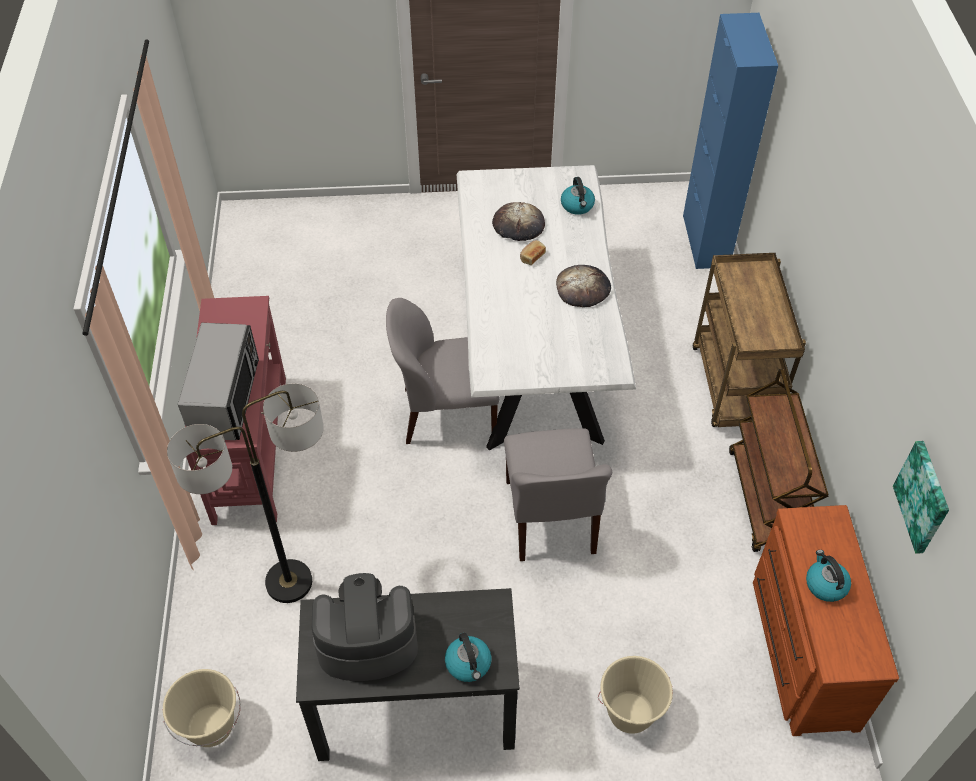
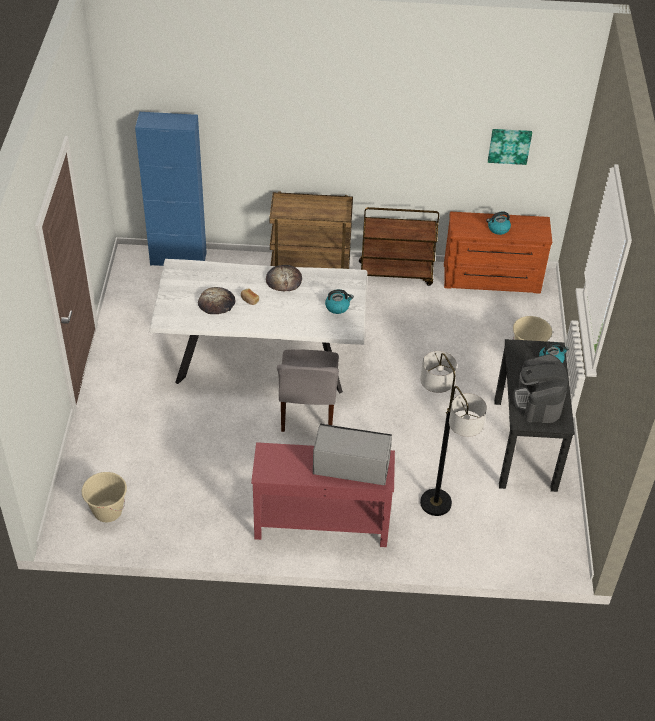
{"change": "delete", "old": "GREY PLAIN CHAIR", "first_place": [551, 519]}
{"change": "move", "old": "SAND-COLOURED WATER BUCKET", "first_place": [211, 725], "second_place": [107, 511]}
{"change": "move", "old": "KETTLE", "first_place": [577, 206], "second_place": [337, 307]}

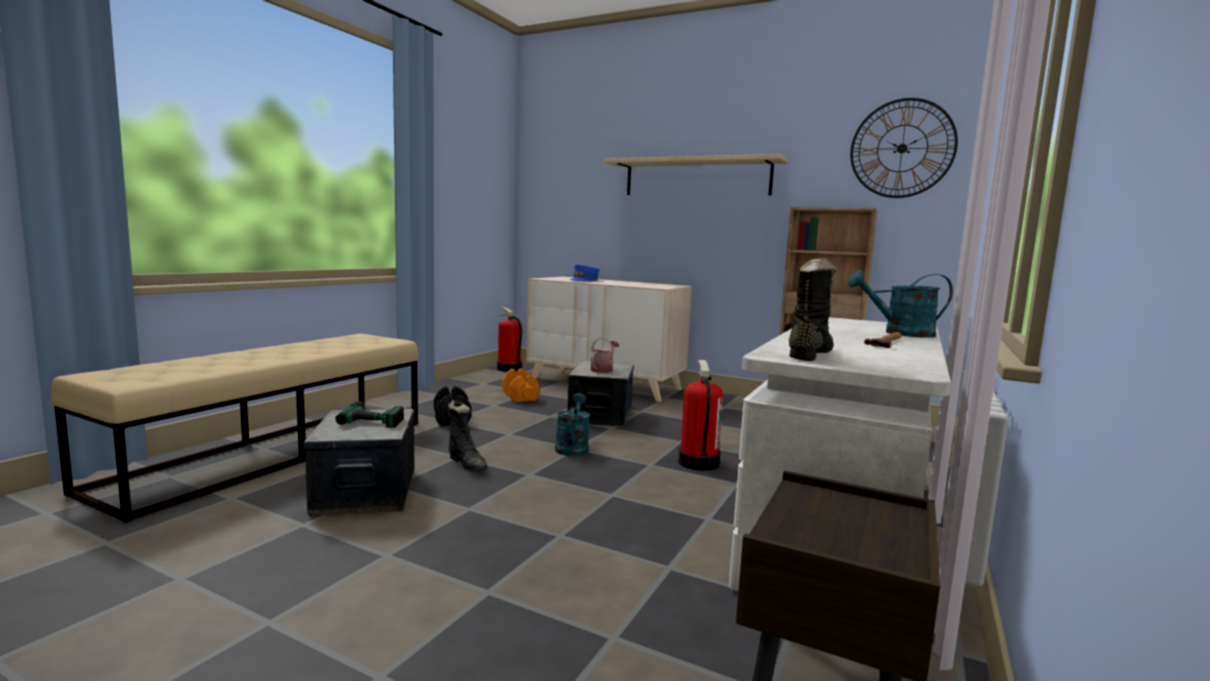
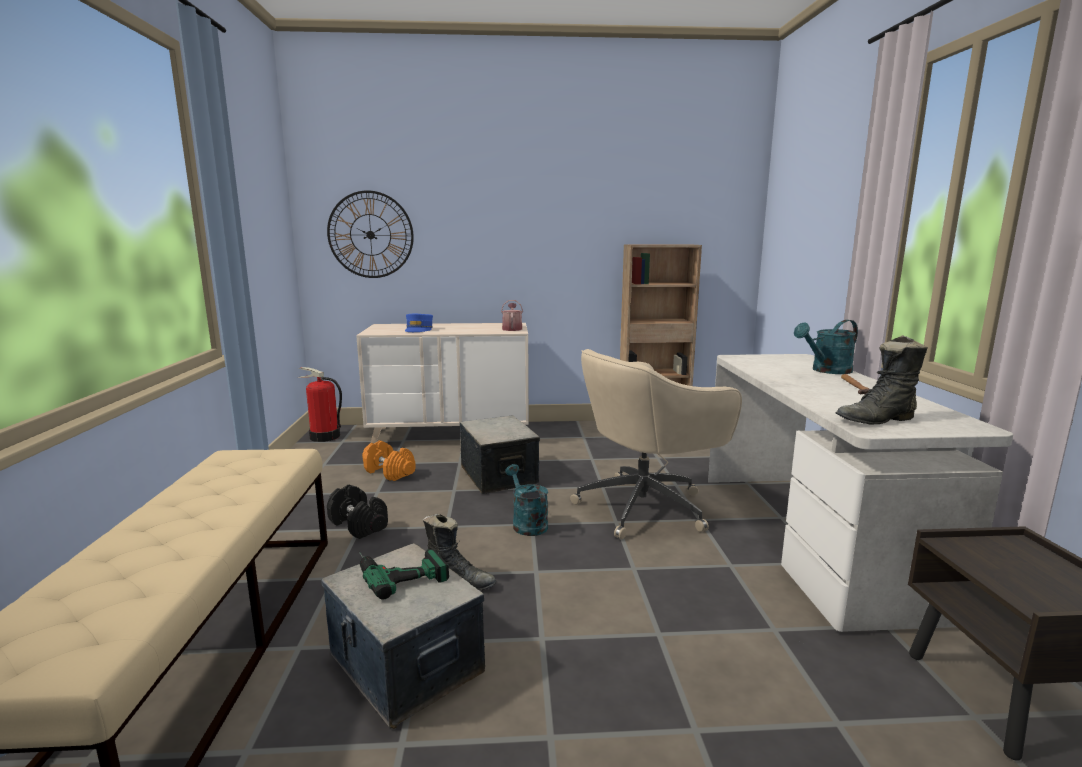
{"change": "delete", "old": "SAND-COLOURED SHELF", "first_place": [696, 178]}
{"change": "move", "old": "WATERING POT", "first_place": [603, 369], "second_place": [512, 328]}
{"change": "move", "old": "WALL CLOCK", "first_place": [902, 148], "second_place": [370, 235]}
{"change": "replace", "old": "FIRE EXTINGUISHER", "new": "SAND-COLOURED DESK CHAIR", "first_place": [697, 463], "second_place": [646, 507]}
{"change": "rotate", "old": "BLACK TALL BOOT", "first_place": [809, 354], "second_place": [877, 420], "degrees": -105}

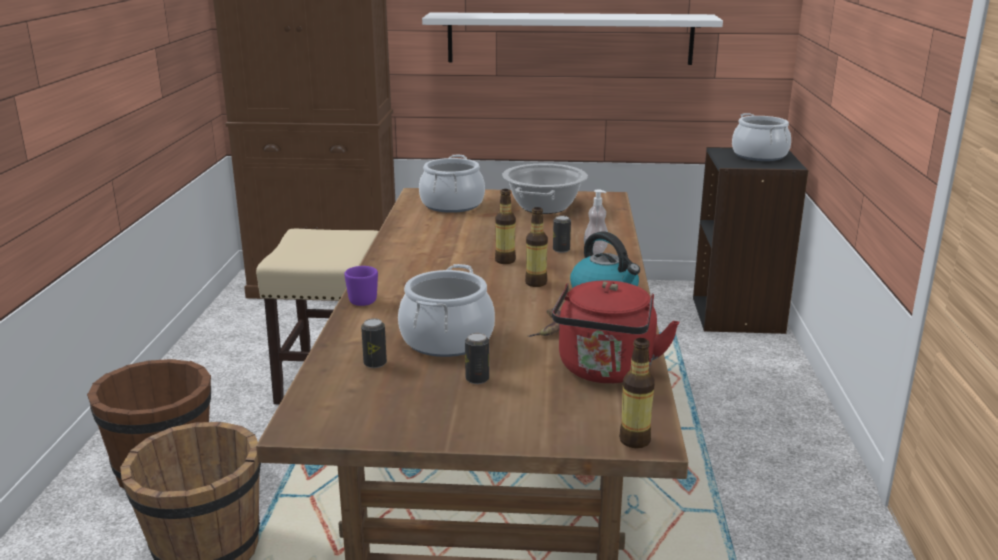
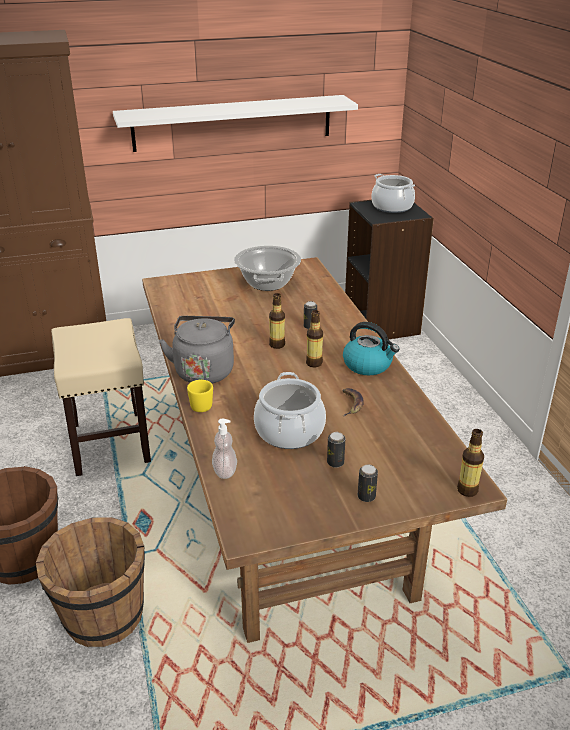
{"change": "delete", "old": "STOCKPOT", "first_place": [452, 205]}
{"change": "delete", "old": "RED KETTLE", "first_place": [605, 371]}
{"change": "insert", "new": "GREY KETTLE", "second_place": [204, 370]}
{"change": "move", "old": "SEALED CAN", "first_place": [375, 363], "second_place": [366, 496]}
{"change": "move", "old": "SOAP BOTTLE", "first_place": [595, 251], "second_place": [225, 471]}
{"change": "recolor", "old": "PURPLE TEA MUG", "new": "YELLOW TEA MUG", "first_place": [362, 299], "second_place": [199, 405]}

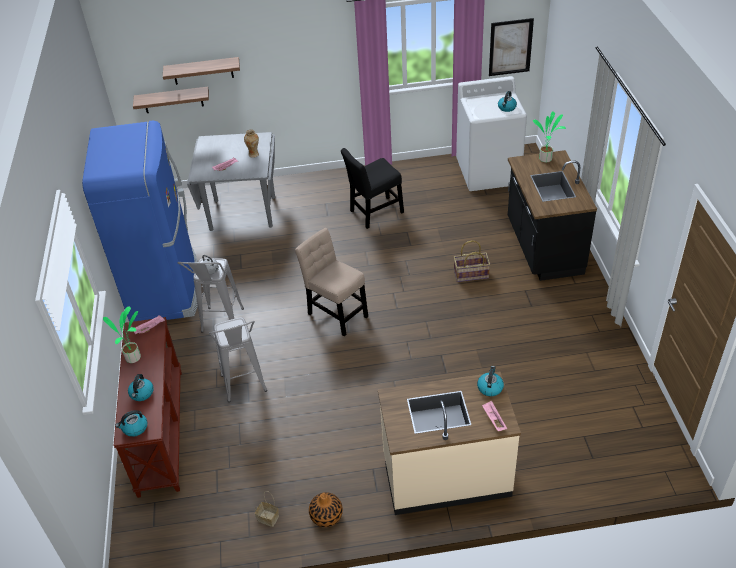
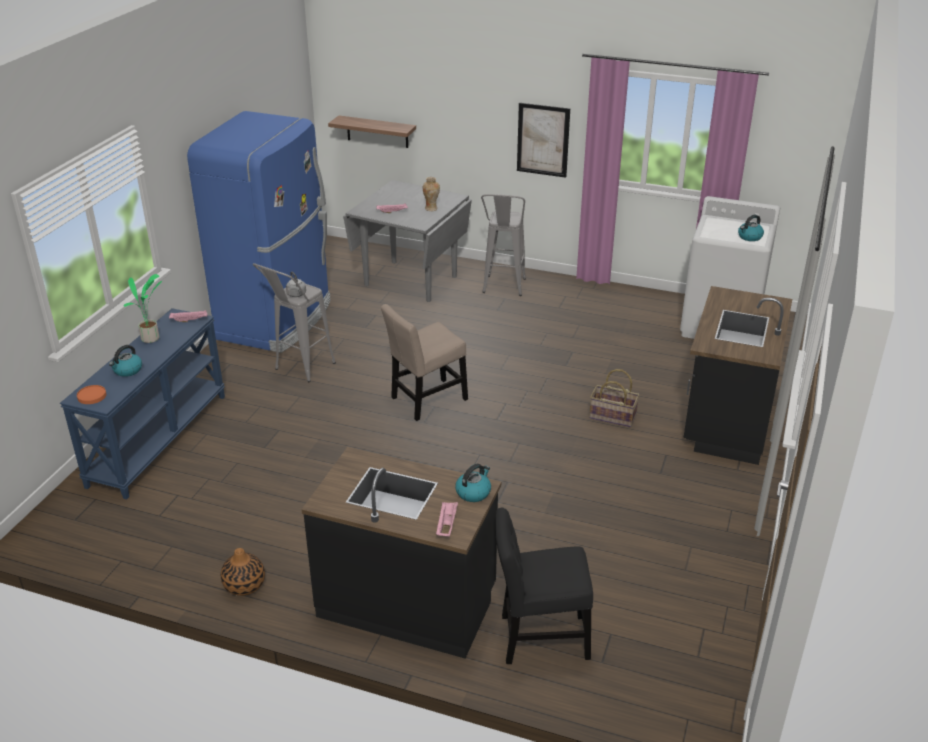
{"change": "delete", "old": "SHELF", "first_place": [203, 71]}
{"change": "delete", "old": "STORAGE BASKET", "first_place": [267, 518]}
{"change": "delete", "old": "HOUSEPLANT", "first_place": [546, 159]}
{"change": "move", "old": "GREY SITTING STOOL", "first_place": [245, 389], "second_place": [503, 290]}
{"change": "move", "old": "BLACK PLAIN CHAIR", "first_place": [374, 213], "second_place": [539, 638]}
{"change": "move", "old": "WALL PICTURE", "first_place": [510, 47], "second_place": [543, 140]}
{"change": "replace", "old": "KETTLE", "new": "ORANGE-COLOURED PLATE", "first_place": [135, 428], "second_place": [92, 396]}
{"change": "recolor", "old": "BROWN NARROW TABLE", "new": "BLUISH NARROW TABLE", "first_place": [159, 430], "second_place": [158, 439]}
{"change": "recolor", "old": "SAND-COLOURED KITCHEN BASE UNIT", "new": "BLACK KITCHEN BASE UNIT", "first_place": [446, 475], "second_place": [407, 602]}
{"change": "rotate", "old": "SAND-COLOURED PLAIN CHAIR", "first_place": [336, 313], "second_place": [426, 400], "degrees": -105}

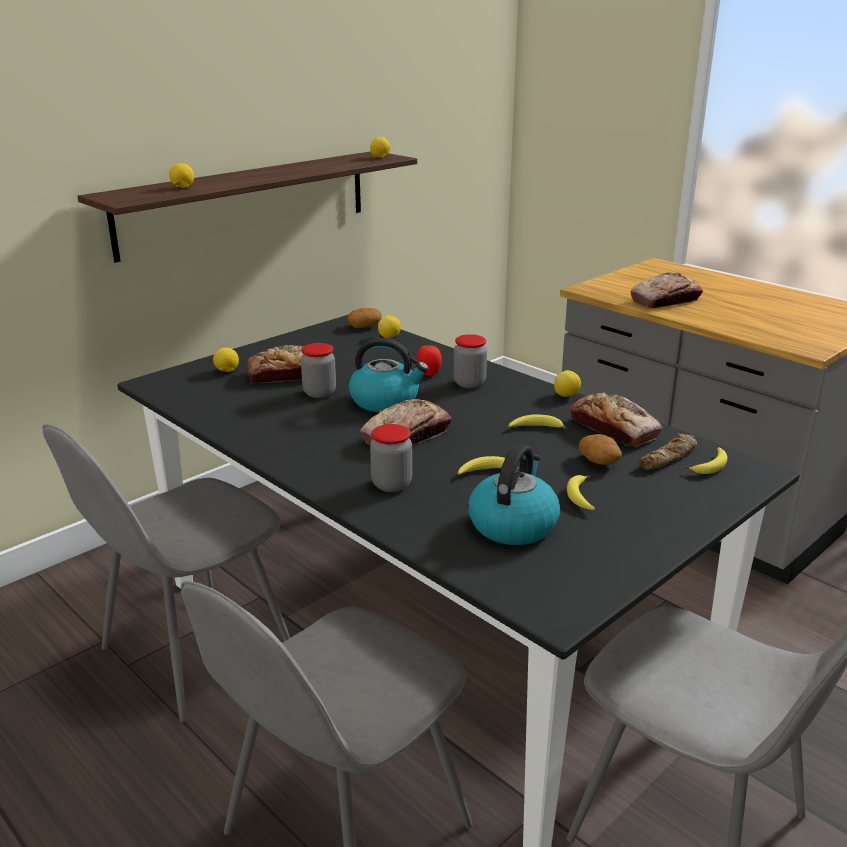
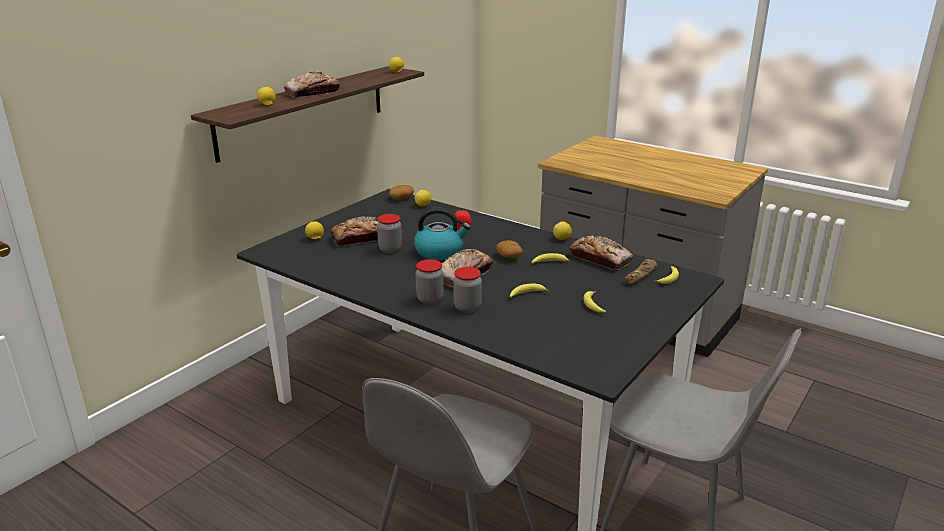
{"change": "delete", "old": "GREY PLAIN CHAIR", "first_place": [193, 653]}
{"change": "delete", "old": "KETTLE", "first_place": [513, 524]}
{"change": "move", "old": "JAR", "first_place": [469, 383], "second_place": [430, 299]}
{"change": "move", "old": "WHOLE POTATO", "first_place": [599, 461], "second_place": [509, 257]}
{"change": "move", "old": "BREAD", "first_place": [665, 300], "second_place": [312, 93]}

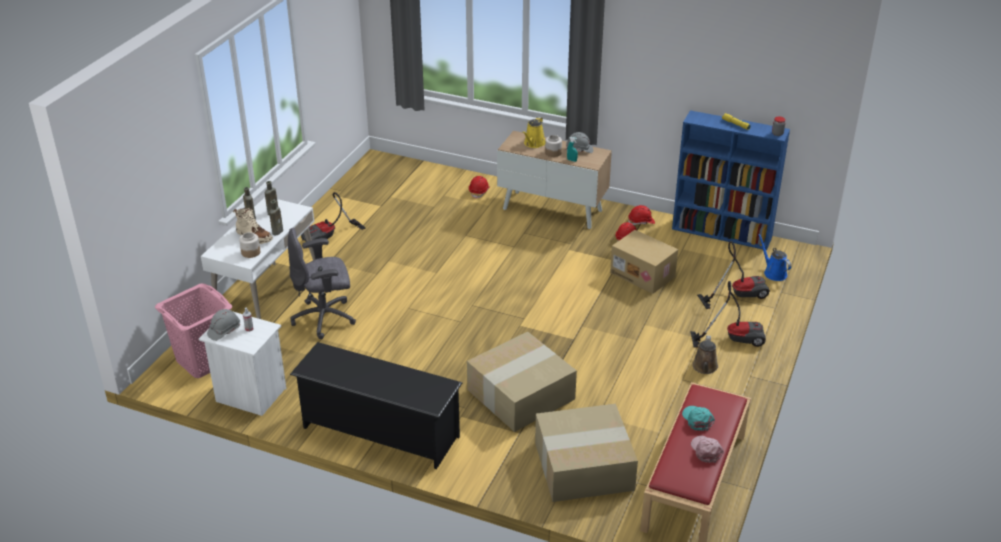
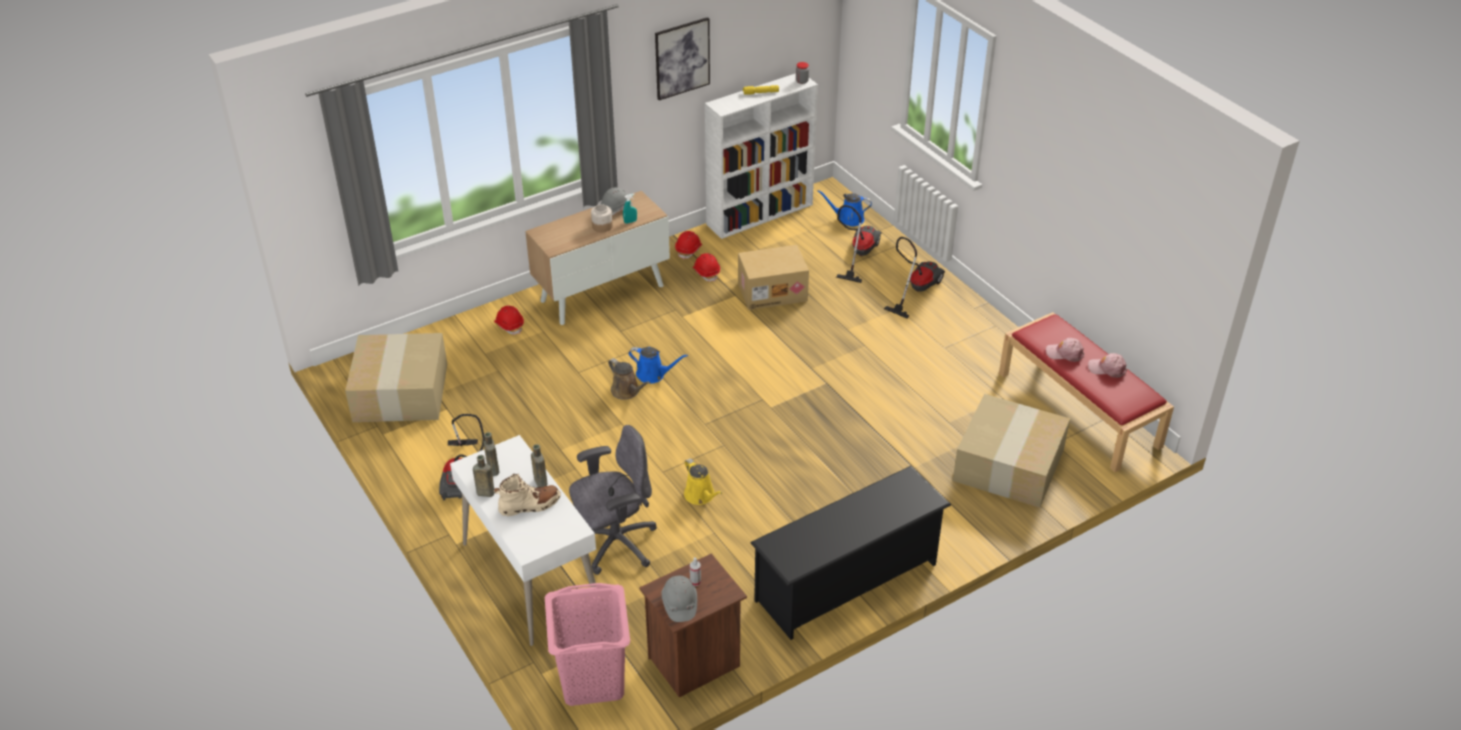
{"change": "delete", "old": "JAR", "first_place": [250, 252]}
{"change": "insert", "new": "BLUISH WATERING POT", "second_place": [653, 375]}
{"change": "insert", "new": "WALL PICTURE", "second_place": [682, 58]}
{"change": "move", "old": "CARTON", "first_place": [521, 393], "second_place": [399, 391]}
{"change": "move", "old": "YELLOW WATERING POT", "first_place": [533, 144], "second_place": [701, 496]}
{"change": "move", "old": "BROWN WATERING POT", "first_place": [705, 367], "second_place": [627, 391]}
{"change": "recolor", "old": "WHITE-COLOURED NIGHT TABLE", "new": "BROWN NIGHT TABLE", "first_place": [250, 395], "second_place": [695, 663]}
{"change": "recolor", "old": "BLUISH SHELVING UNIT", "new": "WHITE-COLOURED SHELVING UNIT", "first_place": [722, 233], "second_place": [760, 214]}
{"change": "recolor", "old": "TURQUOISE BASEBALL CAP", "new": "PINK-COLOURED BASEBALL CAP", "first_place": [697, 420], "second_place": [1065, 353]}
{"change": "rotate", "old": "GREY DESK CHAIR", "first_place": [325, 318], "second_place": [615, 544], "degrees": -135}

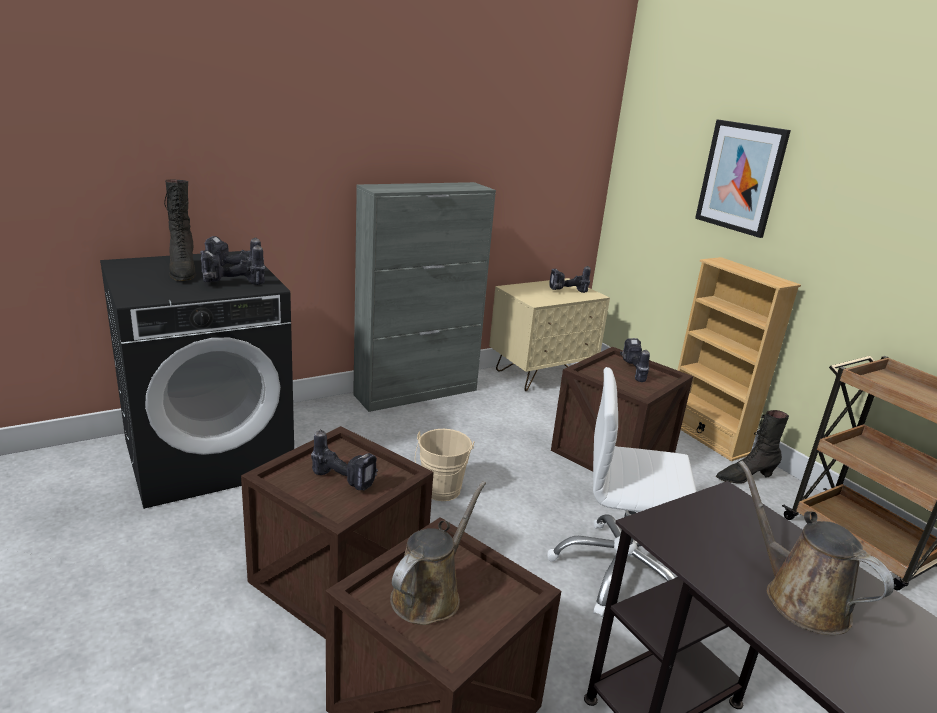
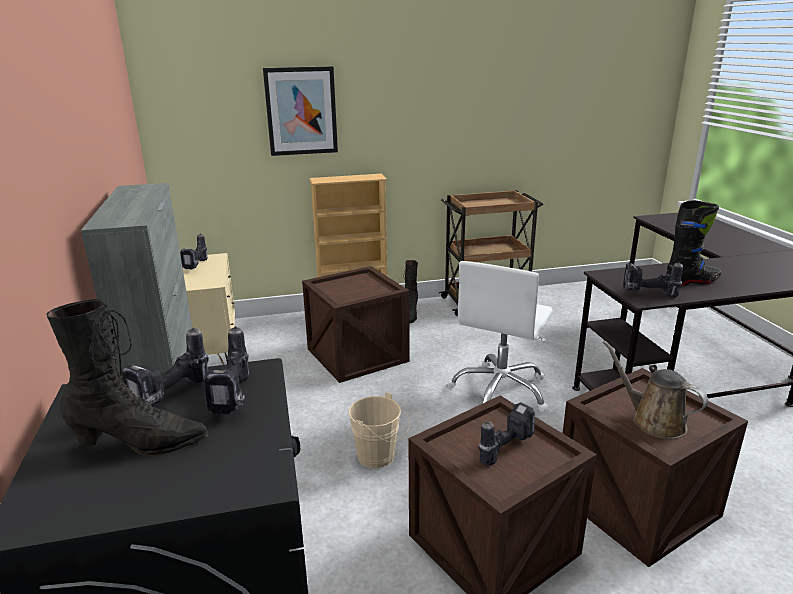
{"change": "move", "old": "ELECTRIC DRILL", "first_place": [632, 371], "second_place": [647, 294]}
{"change": "replace", "old": "BROWN WATERING POT", "new": "BLACK TALL BOOT", "first_place": [799, 598], "second_place": [692, 281]}

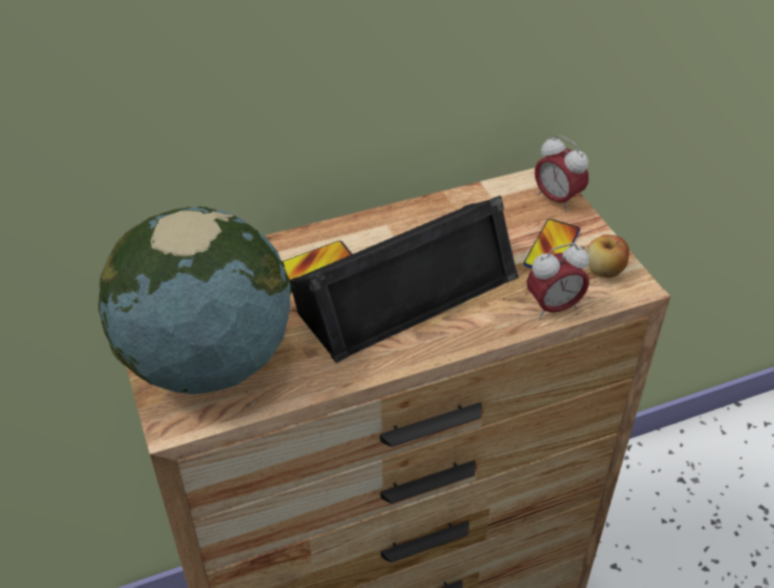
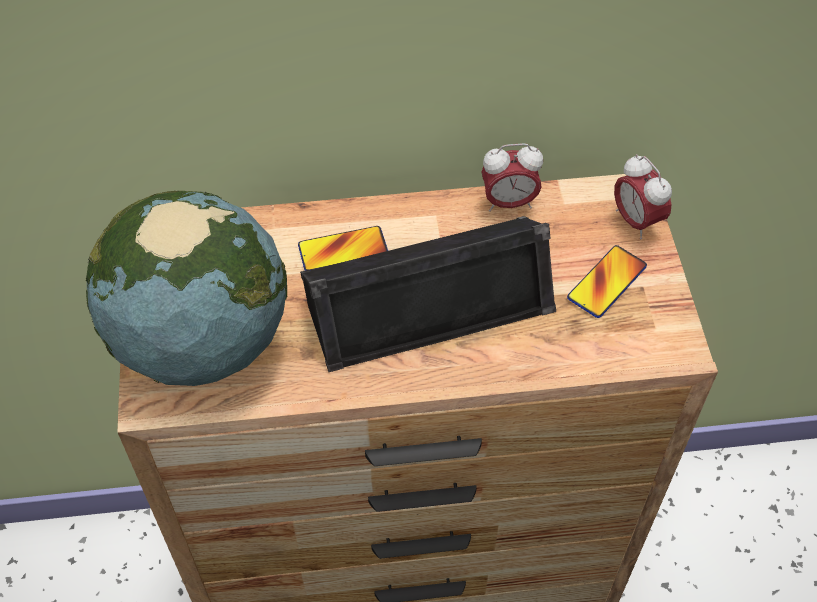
{"change": "delete", "old": "APPLE", "first_place": [604, 271]}
{"change": "move", "old": "TABLE CLOCK", "first_place": [553, 307], "second_place": [508, 202]}

